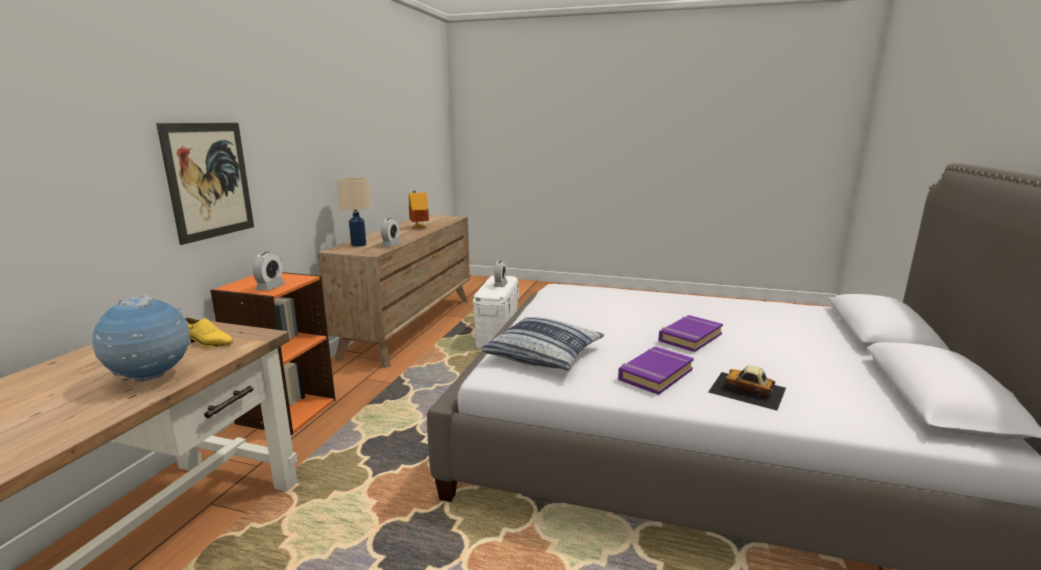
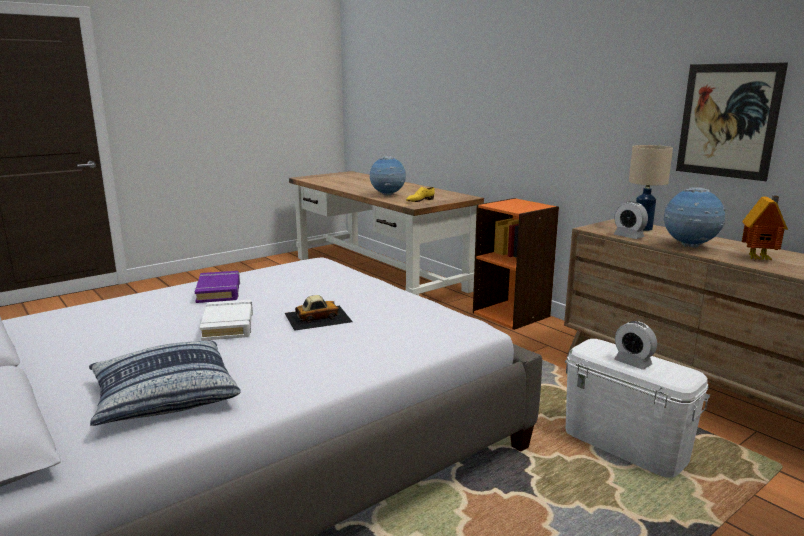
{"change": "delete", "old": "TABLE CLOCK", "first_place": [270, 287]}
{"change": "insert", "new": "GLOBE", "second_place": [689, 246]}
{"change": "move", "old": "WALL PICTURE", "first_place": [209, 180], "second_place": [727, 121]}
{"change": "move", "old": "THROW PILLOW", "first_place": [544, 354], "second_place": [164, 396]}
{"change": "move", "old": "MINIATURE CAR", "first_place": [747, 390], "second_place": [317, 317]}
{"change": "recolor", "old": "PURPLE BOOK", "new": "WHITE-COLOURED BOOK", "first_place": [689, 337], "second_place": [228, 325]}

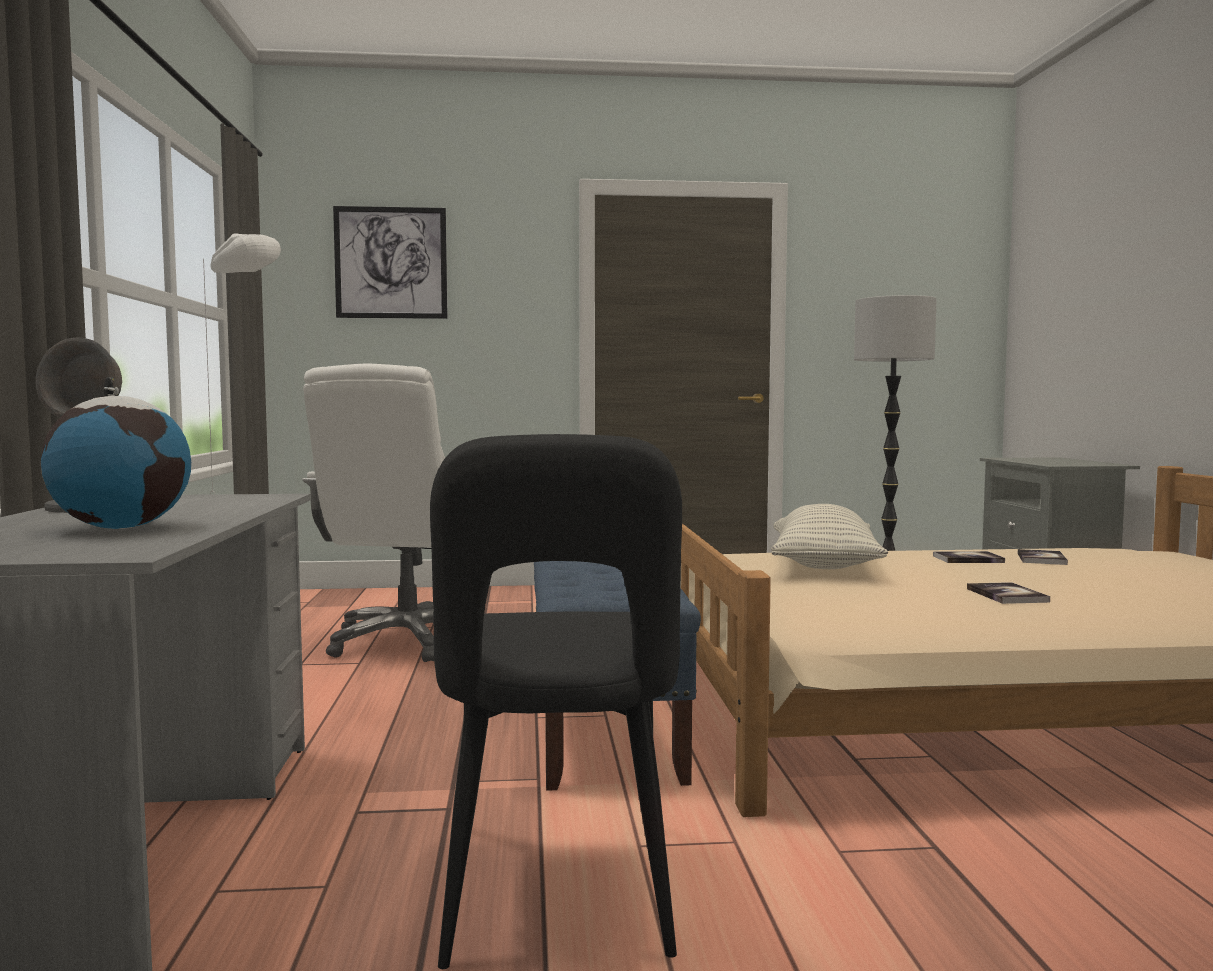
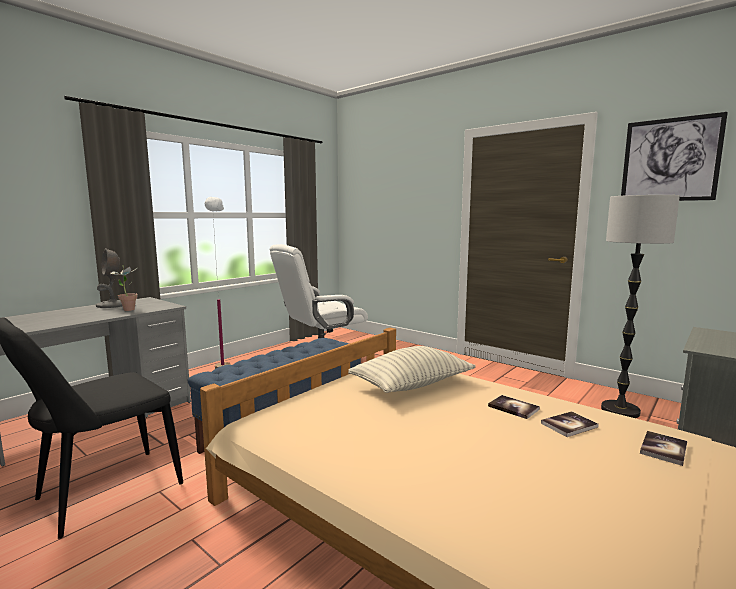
{"change": "delete", "old": "GLOBE", "first_place": [121, 527]}
{"change": "insert", "new": "HOUSEPLANT", "second_place": [127, 309]}
{"change": "move", "old": "WALL PICTURE", "first_place": [391, 263], "second_place": [670, 160]}
{"change": "move", "old": "BOOK", "first_place": [1007, 595], "second_place": [663, 449]}

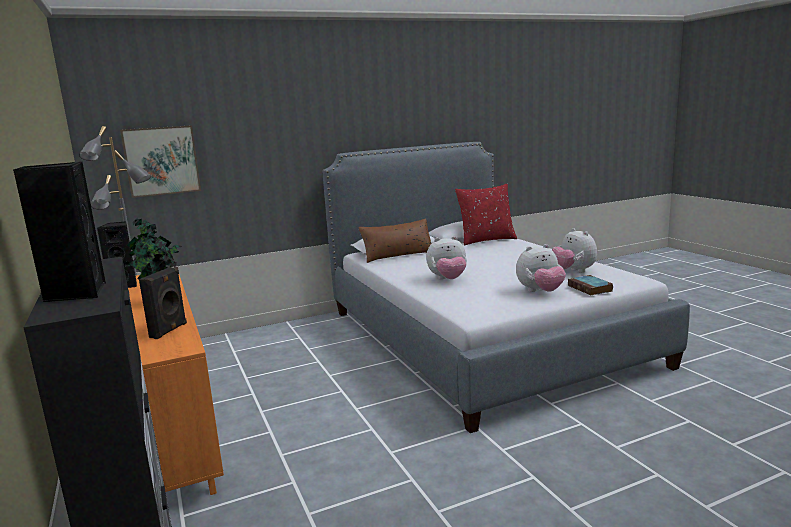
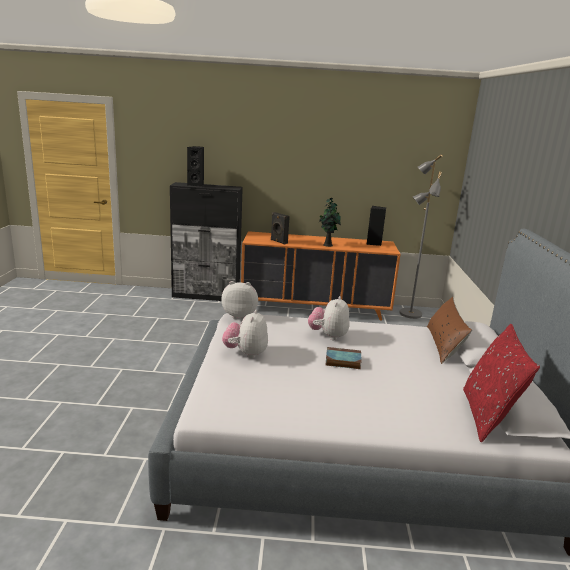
{"change": "delete", "old": "WALL PICTURE", "first_place": [161, 161]}
{"change": "move", "old": "SOFT TOY", "first_place": [573, 271], "second_place": [239, 315]}
{"change": "move", "old": "BOOK", "first_place": [591, 288], "second_place": [342, 361]}

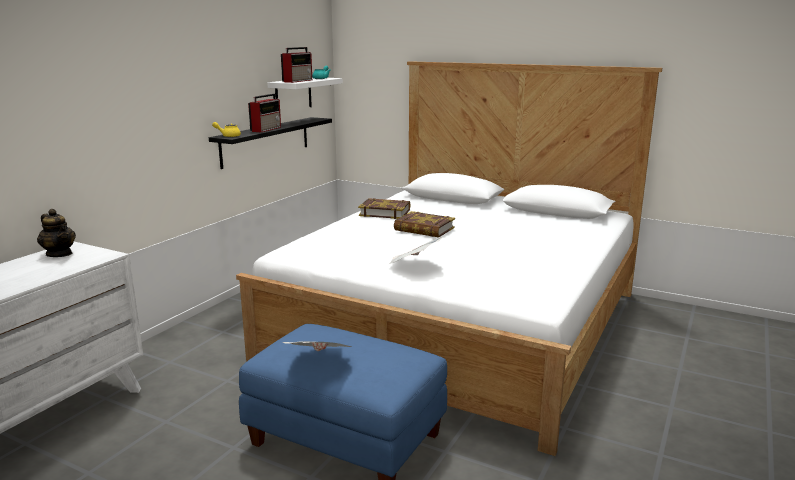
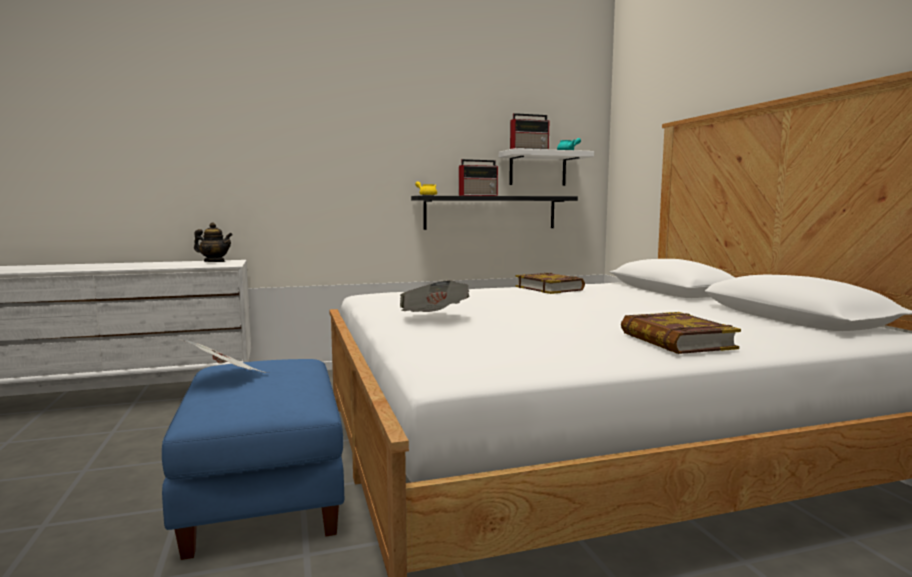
{"change": "move", "old": "BOOK", "first_place": [424, 229], "second_place": [676, 341]}
{"change": "rotate", "old": "TEA POT", "first_place": [59, 254], "second_place": [214, 262], "degrees": -75}

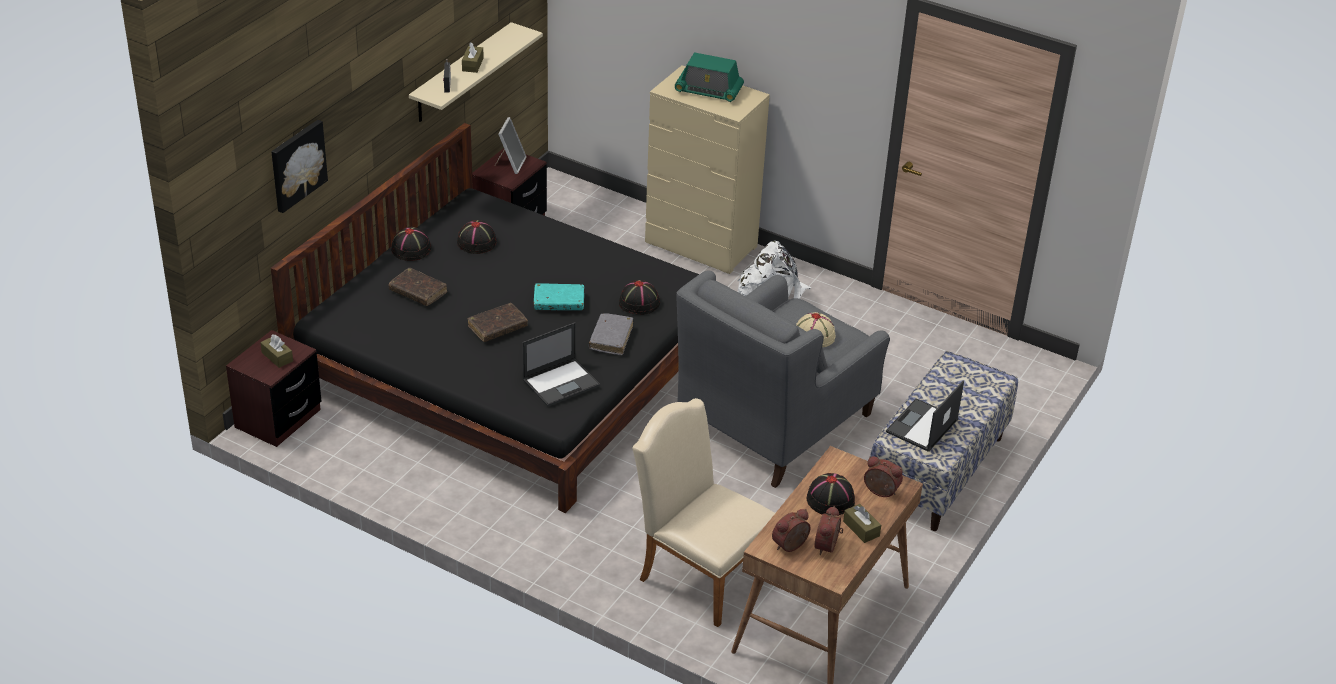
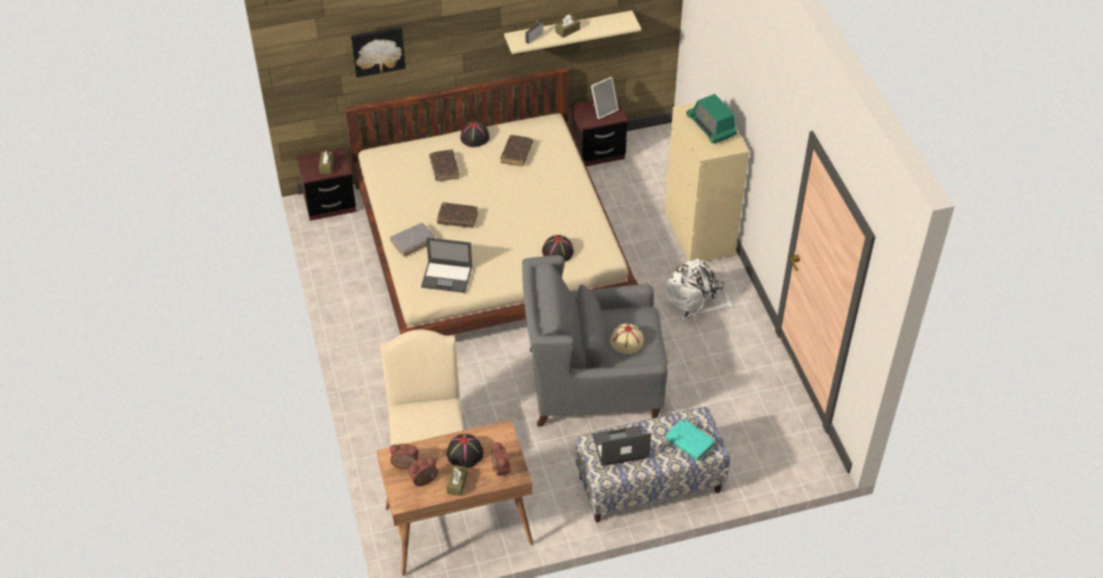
{"change": "move", "old": "TURQUOISE BOOK", "first_place": [559, 302], "second_place": [690, 443]}
{"change": "move", "old": "GREY BOOK", "first_place": [611, 338], "second_place": [413, 242]}
{"change": "replace", "old": "BLACK CLOTHING HAT", "new": "BROWN BOOK", "first_place": [477, 242], "second_place": [516, 154]}
{"change": "recolor", "old": "BLACK BED", "new": "SAND-COLOURED BED", "first_place": [511, 362], "second_place": [490, 245]}

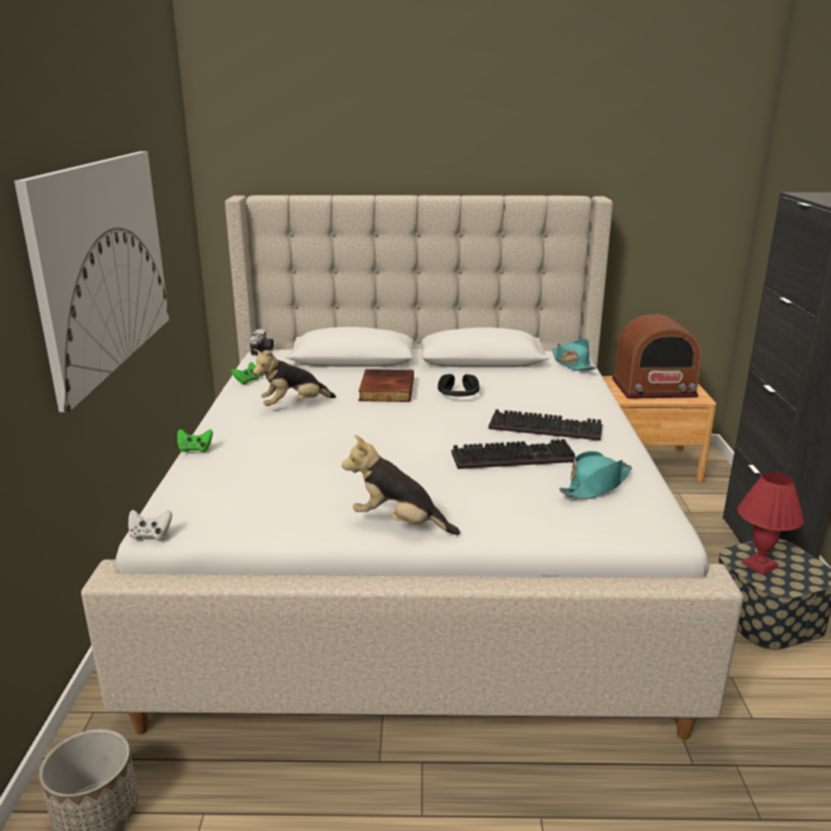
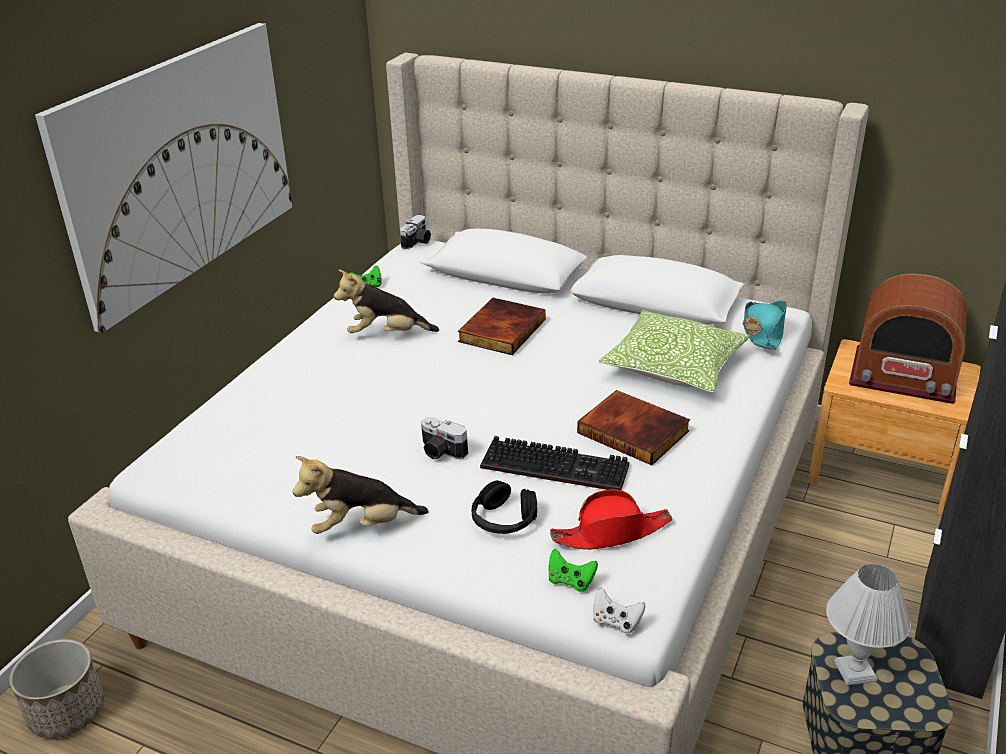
{"change": "insert", "new": "PHOTO CAMERA", "second_place": [441, 452]}
{"change": "insert", "new": "THROW PILLOW", "second_place": [674, 367]}
{"change": "move", "old": "WHITE-COLOURED GAMEPAD", "first_place": [150, 535], "second_place": [616, 622]}
{"change": "move", "old": "GREEN GAMEPAD", "first_place": [195, 449], "second_place": [570, 581]}
{"change": "move", "old": "BLACK HEADPHONES", "first_place": [458, 395], "second_place": [504, 520]}
{"change": "replace", "old": "COMPUTER KEYBOARD", "new": "BOOK", "first_place": [547, 427], "second_place": [634, 431]}
{"change": "recolor", "old": "TURQUOISE CLOTHING HAT", "new": "RED CLOTHING HAT", "first_place": [596, 485], "second_place": [611, 532]}
{"change": "recolor", "old": "RED TABLE LAMP", "new": "WHITE-COLOURED TABLE LAMP", "first_place": [760, 565], "second_place": [856, 671]}
{"change": "rotate", "old": "SOFT TOY", "first_place": [399, 523], "second_place": [361, 526], "degrees": -60}

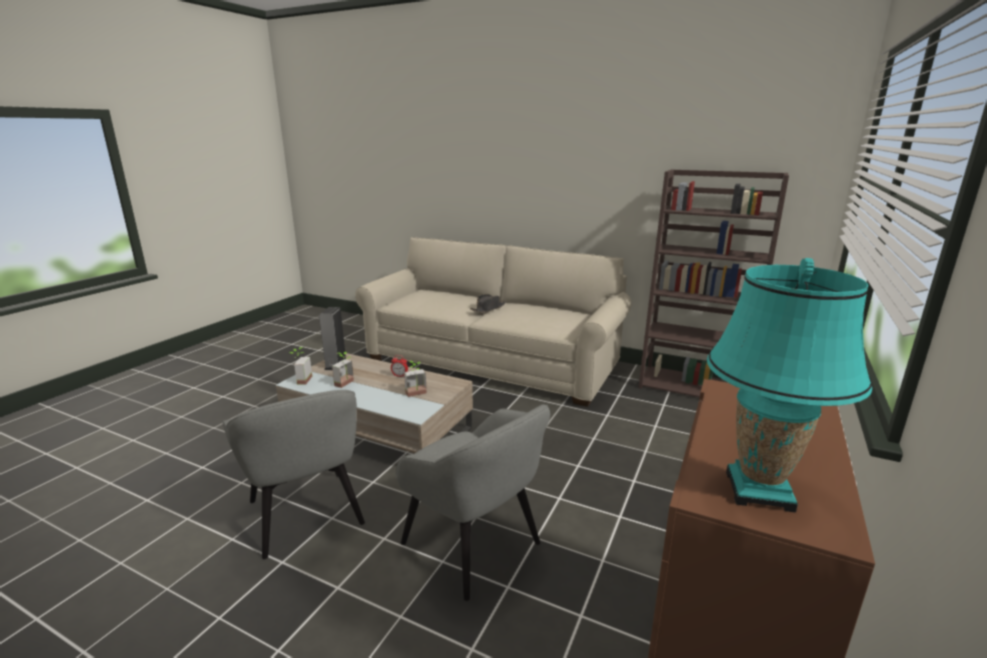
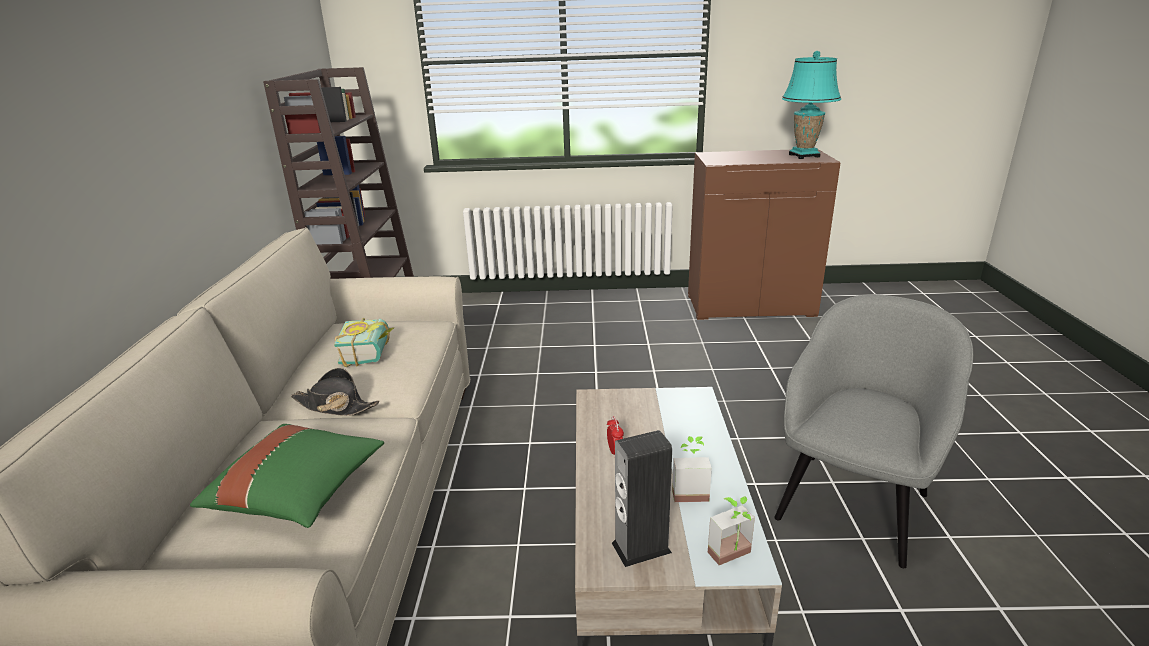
{"change": "delete", "old": "GREY LOUNGE CHAIR", "first_place": [473, 545]}
{"change": "delete", "old": "HOUSEPLANT", "first_place": [417, 394]}
{"change": "insert", "new": "GREEN THROW PILLOW", "second_place": [299, 493]}
{"change": "insert", "new": "BOOK", "second_place": [372, 353]}

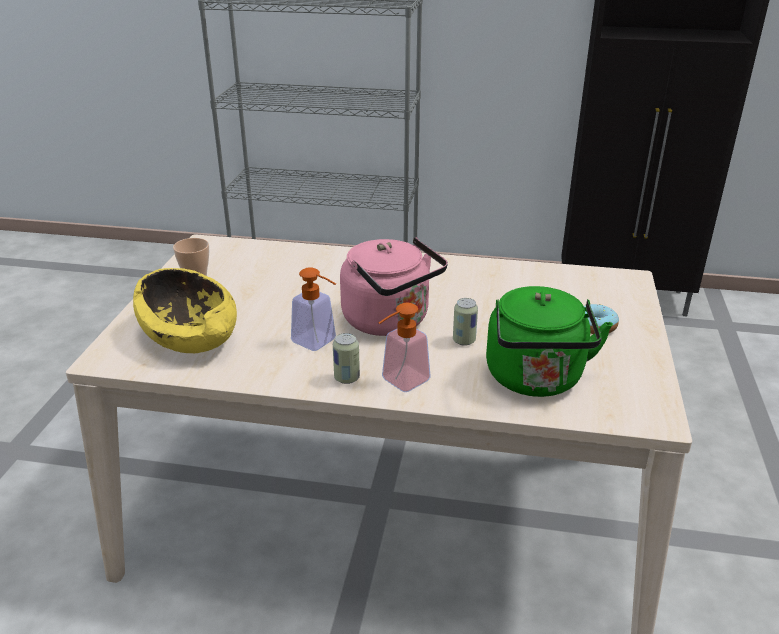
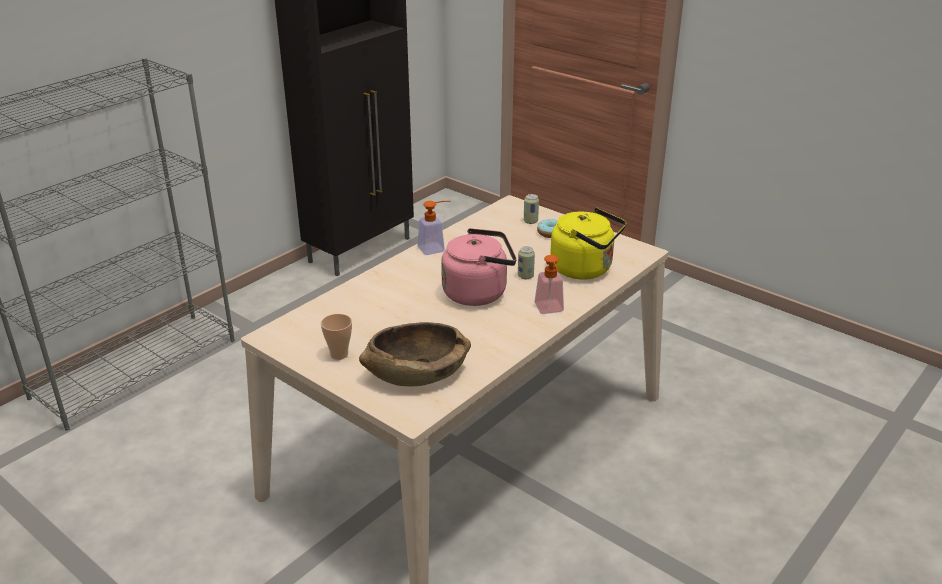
{"change": "move", "old": "SOAP BOTTLE", "first_place": [319, 343], "second_place": [435, 248]}
{"change": "move", "old": "SEALED CAN", "first_place": [347, 378], "second_place": [530, 221]}
{"change": "recolor", "old": "YELLOW BOWL", "new": "BROWN BOWL", "first_place": [190, 336], "second_place": [417, 373]}
{"change": "recolor", "old": "GREEN KETTLE", "new": "YELLOW KETTLE", "first_place": [536, 380], "second_place": [585, 269]}

